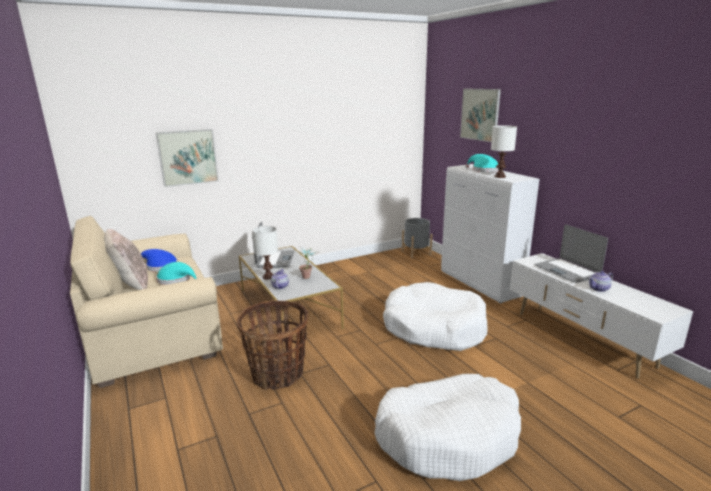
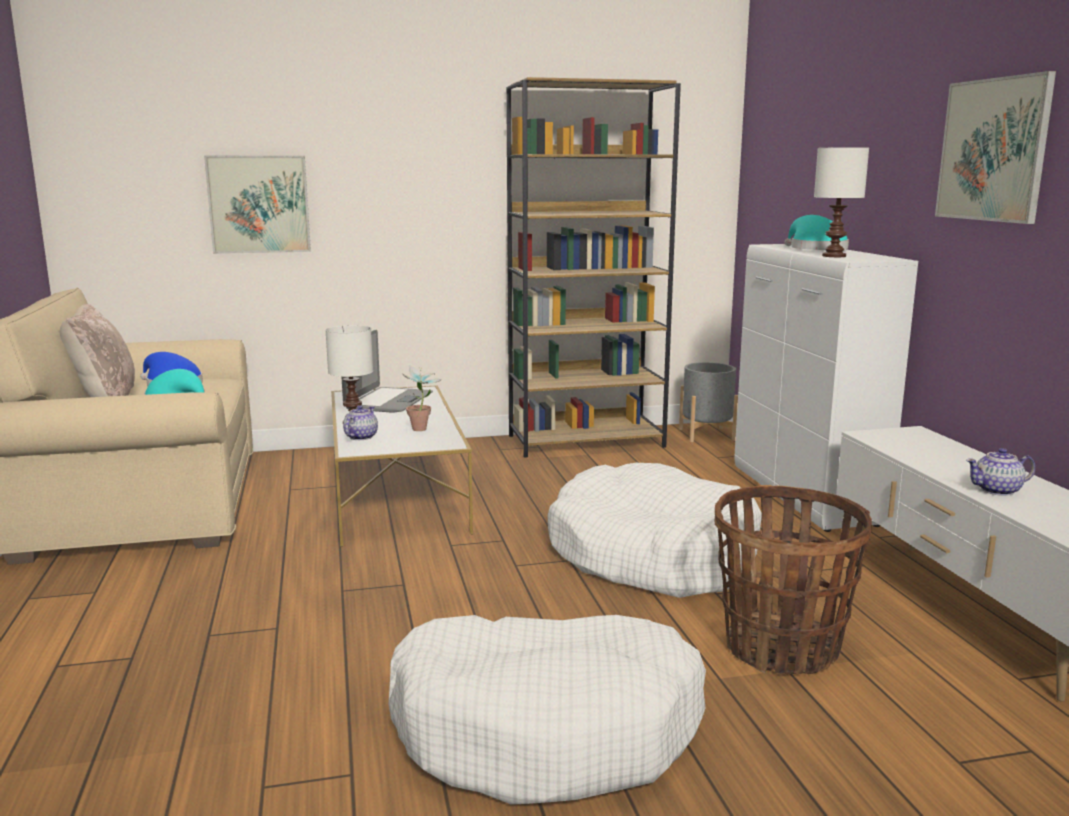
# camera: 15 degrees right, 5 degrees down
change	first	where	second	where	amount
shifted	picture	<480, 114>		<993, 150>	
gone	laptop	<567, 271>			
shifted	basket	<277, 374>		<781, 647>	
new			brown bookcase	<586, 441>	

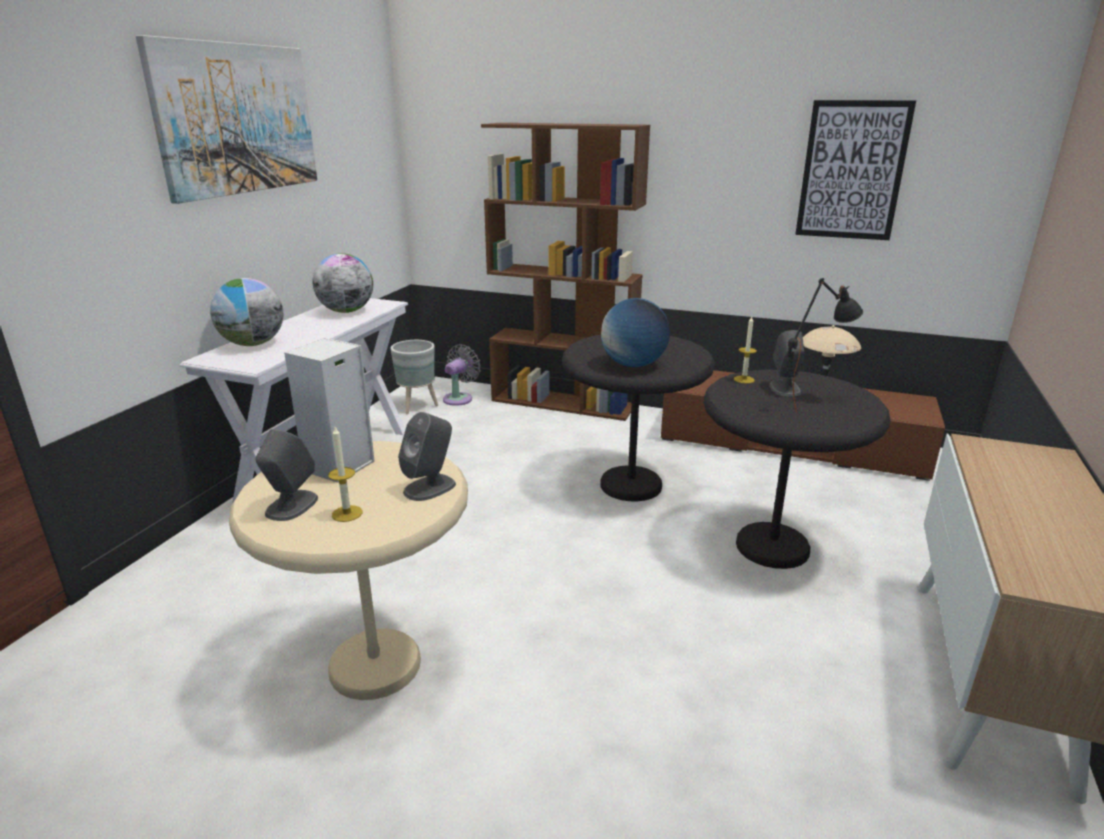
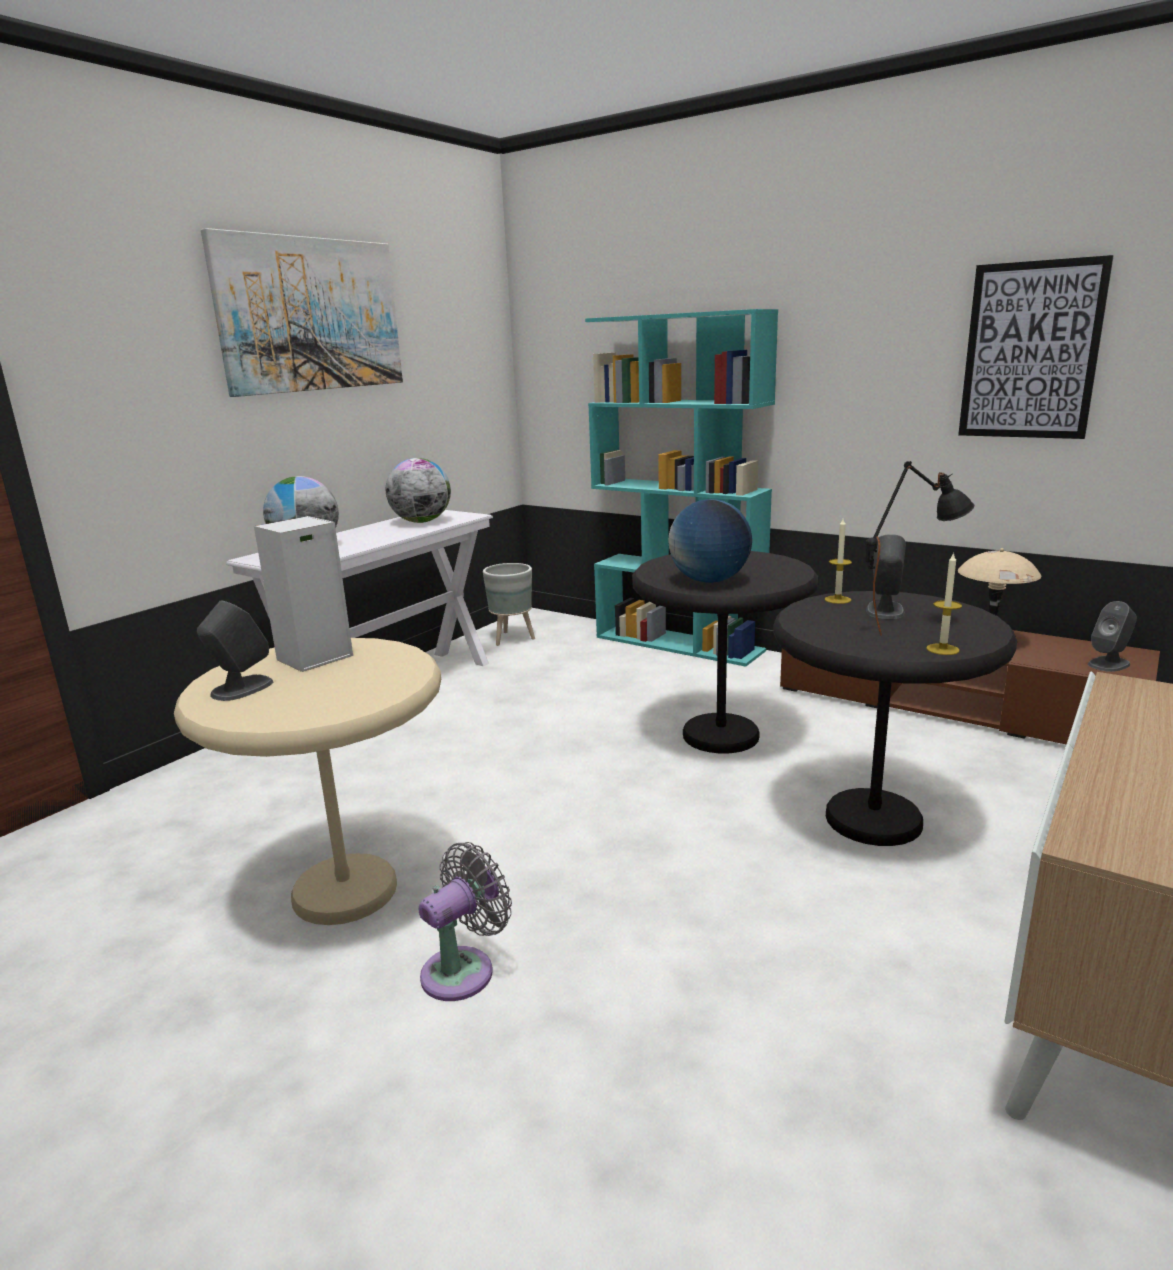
# camera: 15 degrees right, 5 degrees down
change	first	where	second	where	amount
repainted	brown bookcase	<564, 403>	turquoise bookcase	<680, 644>	
shifted	grey fan	<459, 398>		<464, 970>	
shifted	grey speaker	<430, 487>		<1109, 664>	
shifted	candle	<347, 513>		<942, 649>	

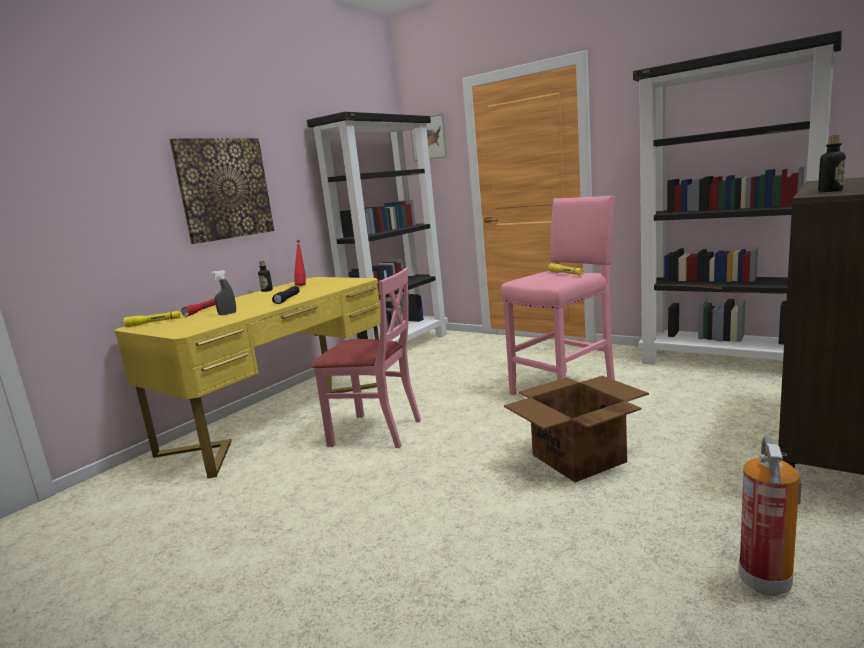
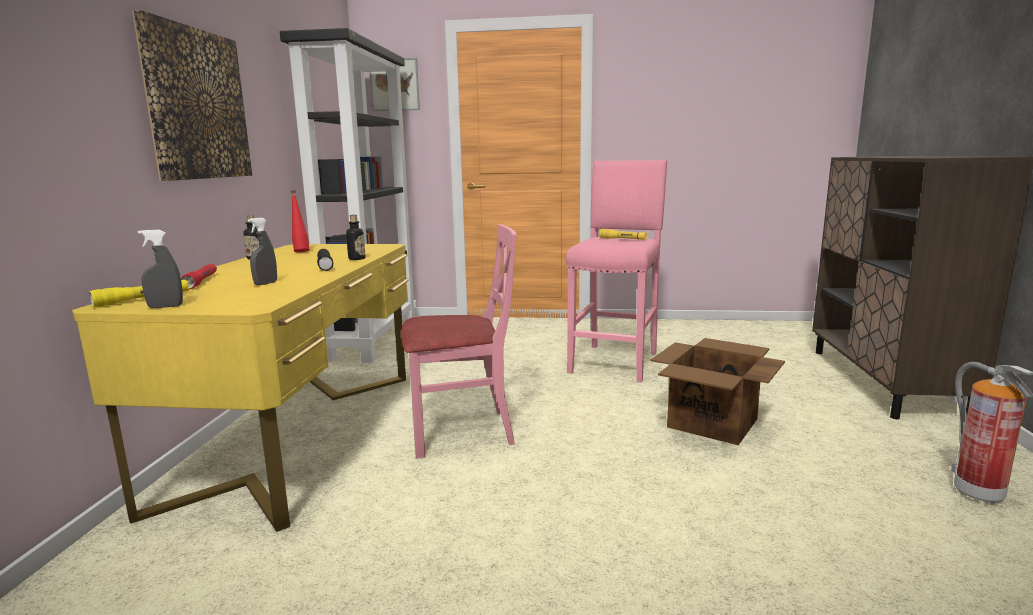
# camera: 30 degrees left, 0 degrees up
change	first	where	second	where	amount
gone	black bookcase	<725, 363>			
shifted	bottle	<830, 191>		<357, 259>	
new			grey spray bottle	<165, 306>	

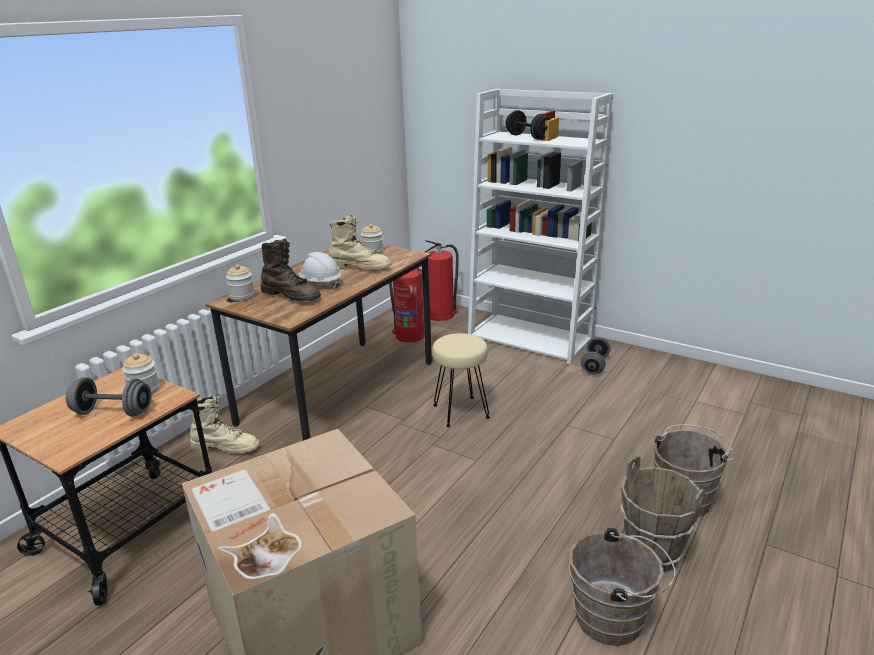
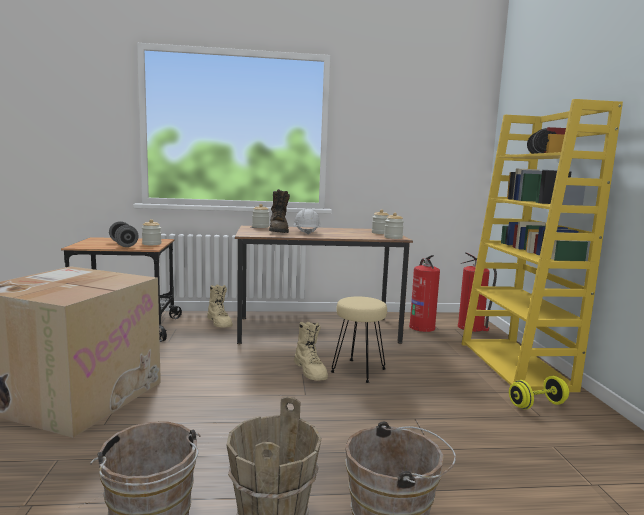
# camera: 50 degrees right, 15 degrees down
change	first	where	second	where	amount
repainted	white bookcase	<531, 338>	yellow bookcase	<516, 366>	
shifted	beige boot	<360, 267>		<311, 371>	
repainted	grey dumbbell	<594, 365>	yellow dumbbell	<537, 405>	
new			jar	<393, 237>	

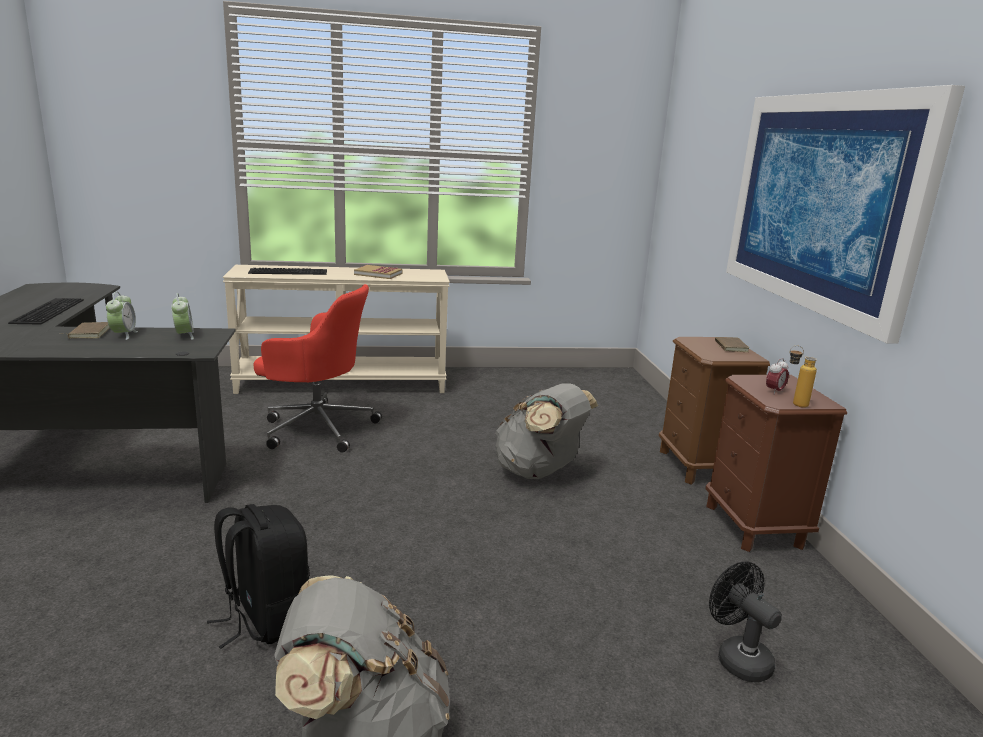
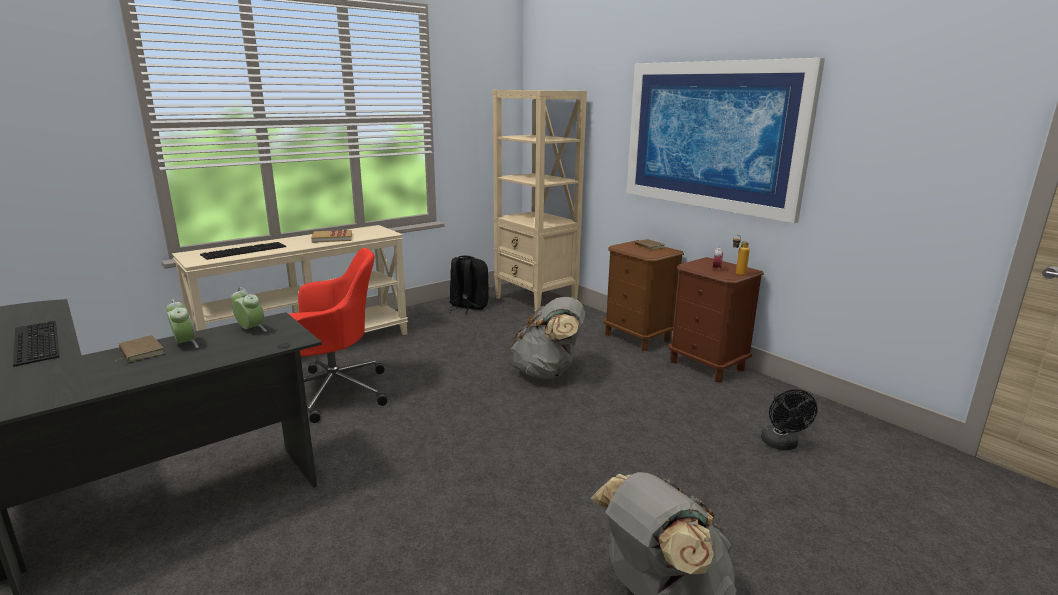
# camera: 30 degrees left, 0 degrees up
change	first	where	second	where	amount
shifted	black backpack	<265, 619>		<468, 307>	
rotated	black fan	<737, 657>		<781, 445>	120 degrees counterclockwise
new			beige bookcase	<536, 301>	

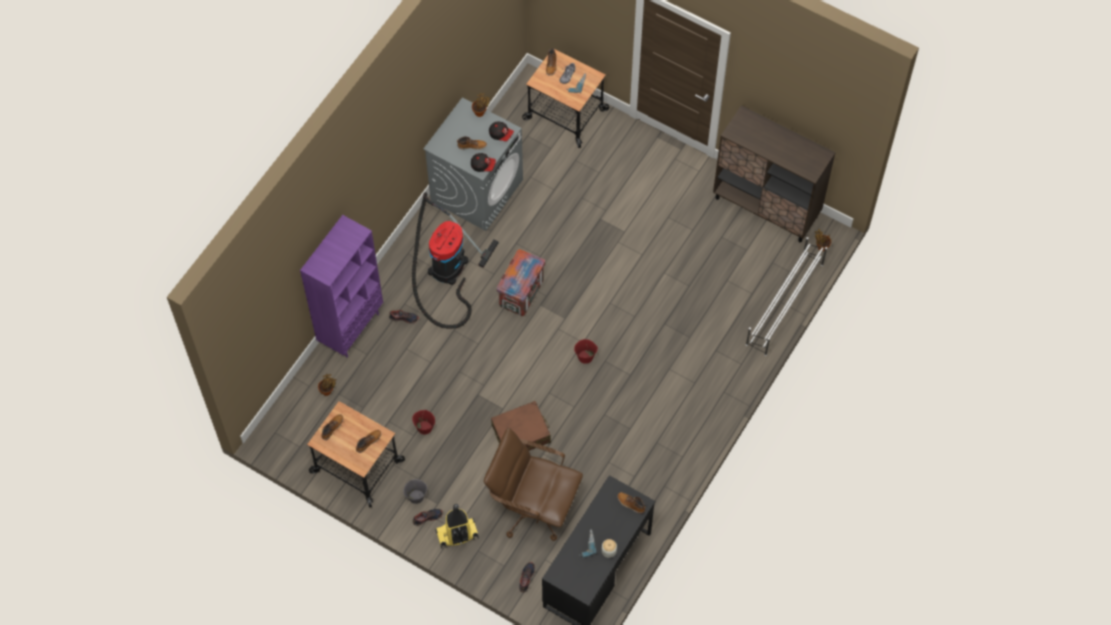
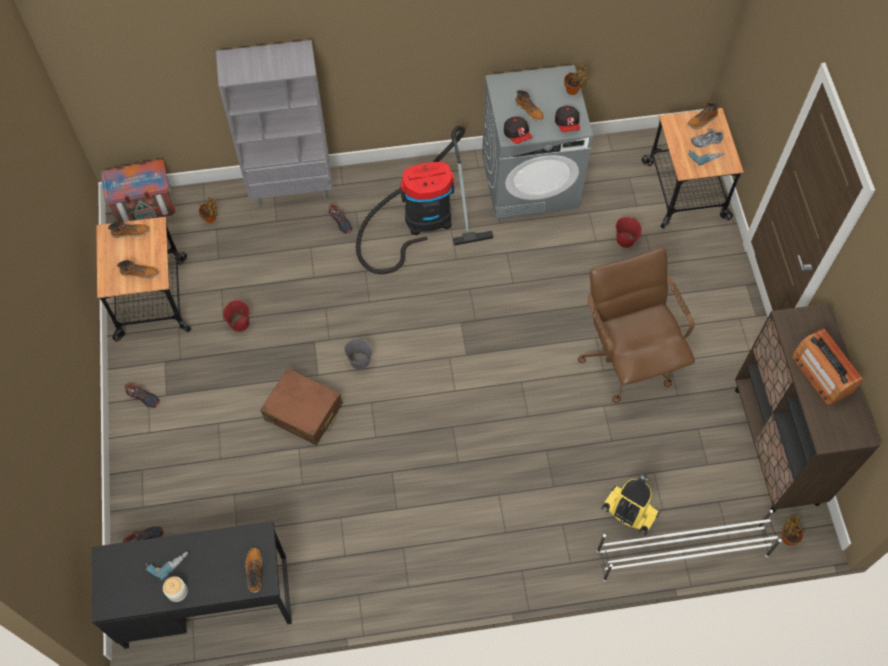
# camera: 50 degrees right, 0 degrees up
change	first	where	second	where	amount
repainted	purple bookcase	<351, 328>	grey bookcase	<292, 189>	
shifted	crate	<521, 293>		<146, 207>	
shifted	red bucket	<585, 357>		<625, 240>	
shifted	brown office chair	<533, 507>		<627, 359>	
shifted	grey bucket	<416, 496>		<359, 361>	
shifted	vacuum cleaner	<457, 535>		<628, 512>	
new			radio	<821, 374>	

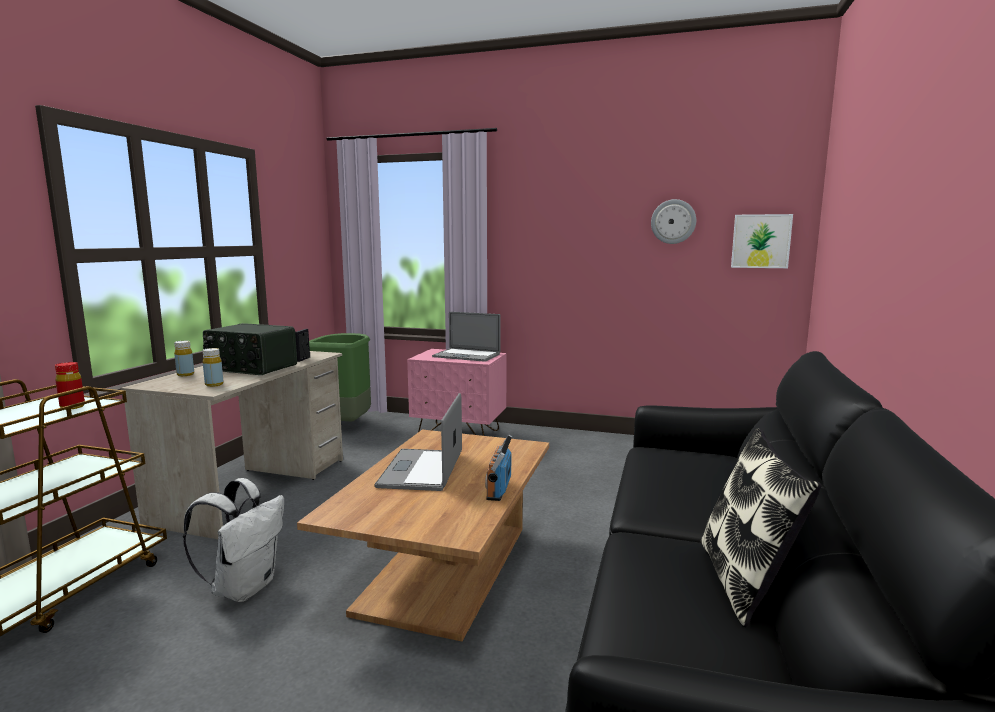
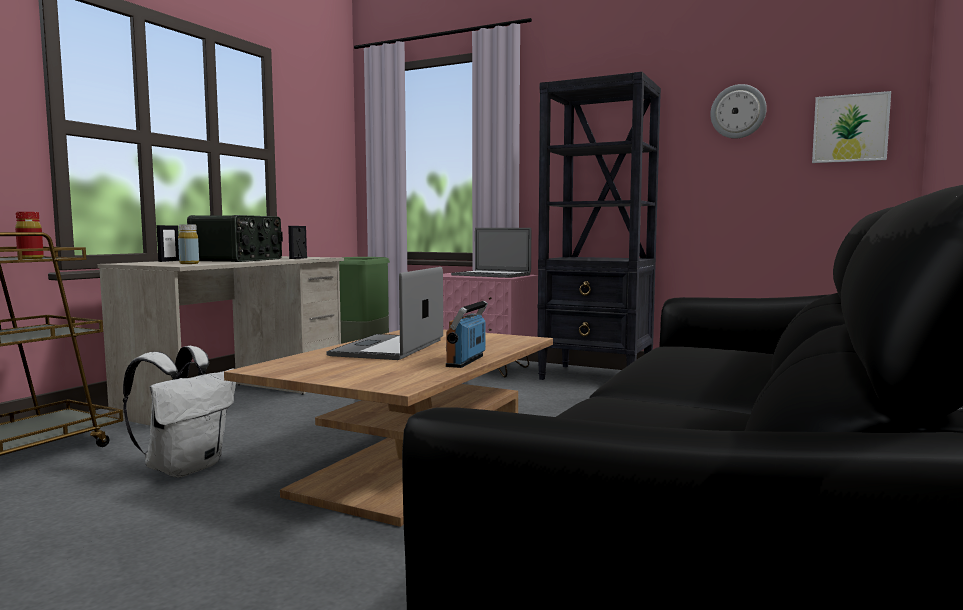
# camera: 10 degrees right, 5 degrees down
change	first	where	second	where	amount
rotated	radio	<251, 368>		<239, 260>	105 degrees counterclockwise
swapped	yellow bottle	<185, 374>	picture frame	<169, 261>	
gone	pillow	<745, 581>			
new			black bookcase	<596, 377>	

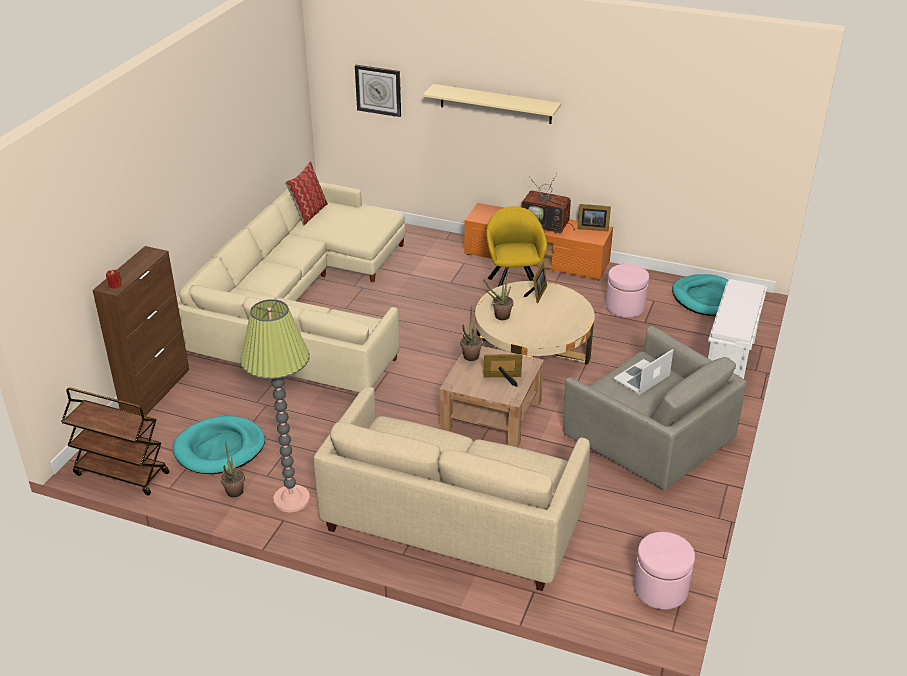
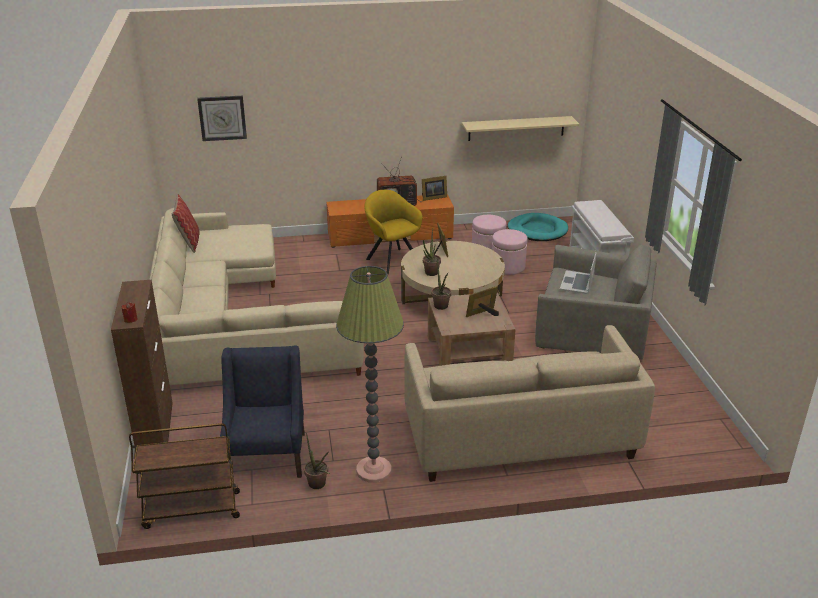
# camera: 30 degrees left, 5 degrees down
change	first	where	second	where	amount
shifted	beige shelf	<495, 104>		<516, 128>	
swapped	turquoise dog bed	<220, 448>	blue armchair	<267, 455>	
shifted	pink ottoman	<660, 589>		<508, 267>	

